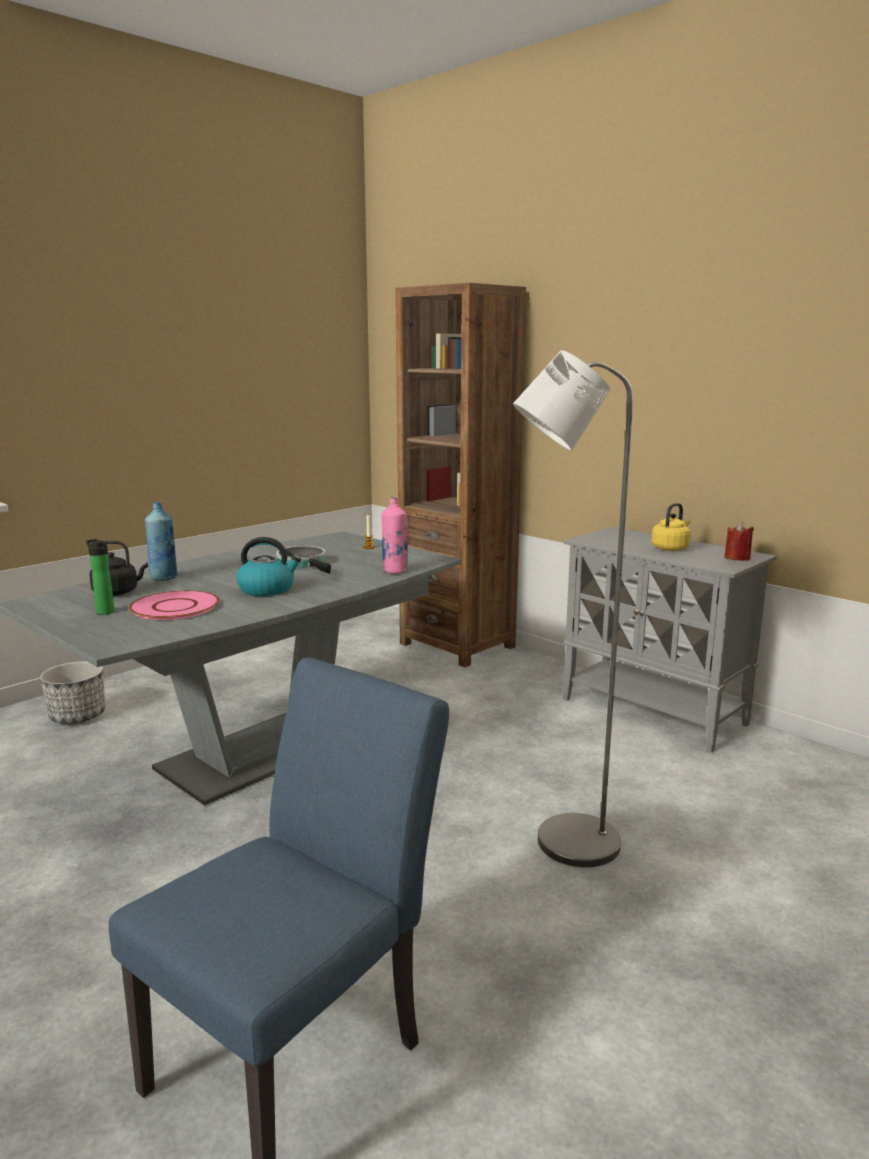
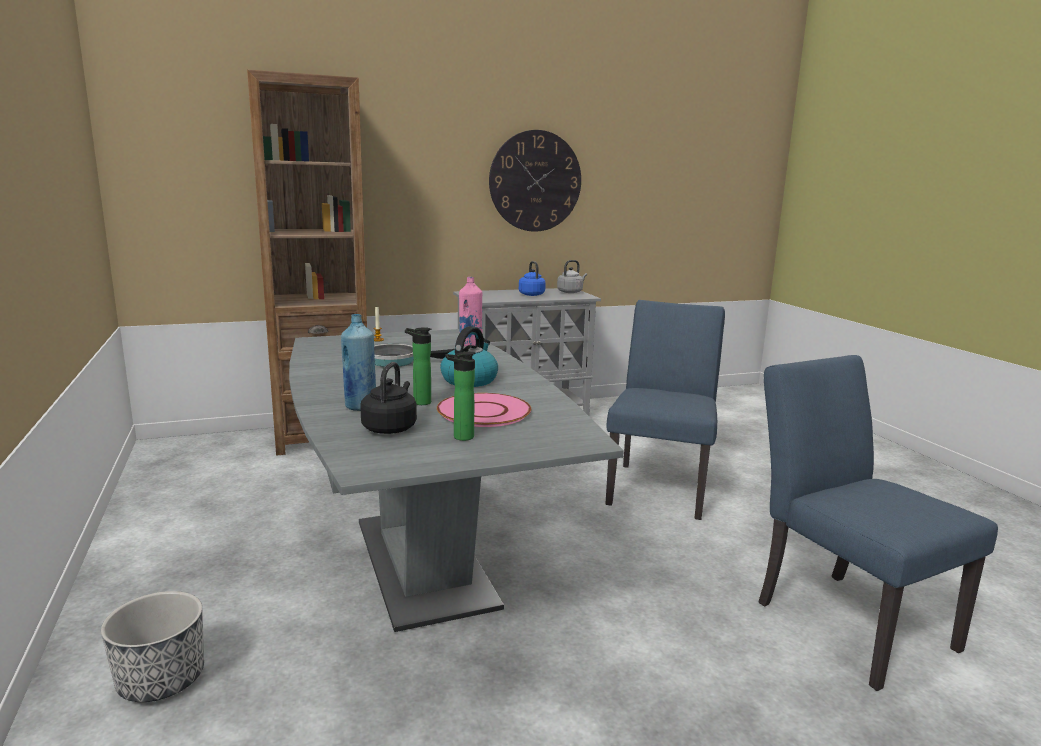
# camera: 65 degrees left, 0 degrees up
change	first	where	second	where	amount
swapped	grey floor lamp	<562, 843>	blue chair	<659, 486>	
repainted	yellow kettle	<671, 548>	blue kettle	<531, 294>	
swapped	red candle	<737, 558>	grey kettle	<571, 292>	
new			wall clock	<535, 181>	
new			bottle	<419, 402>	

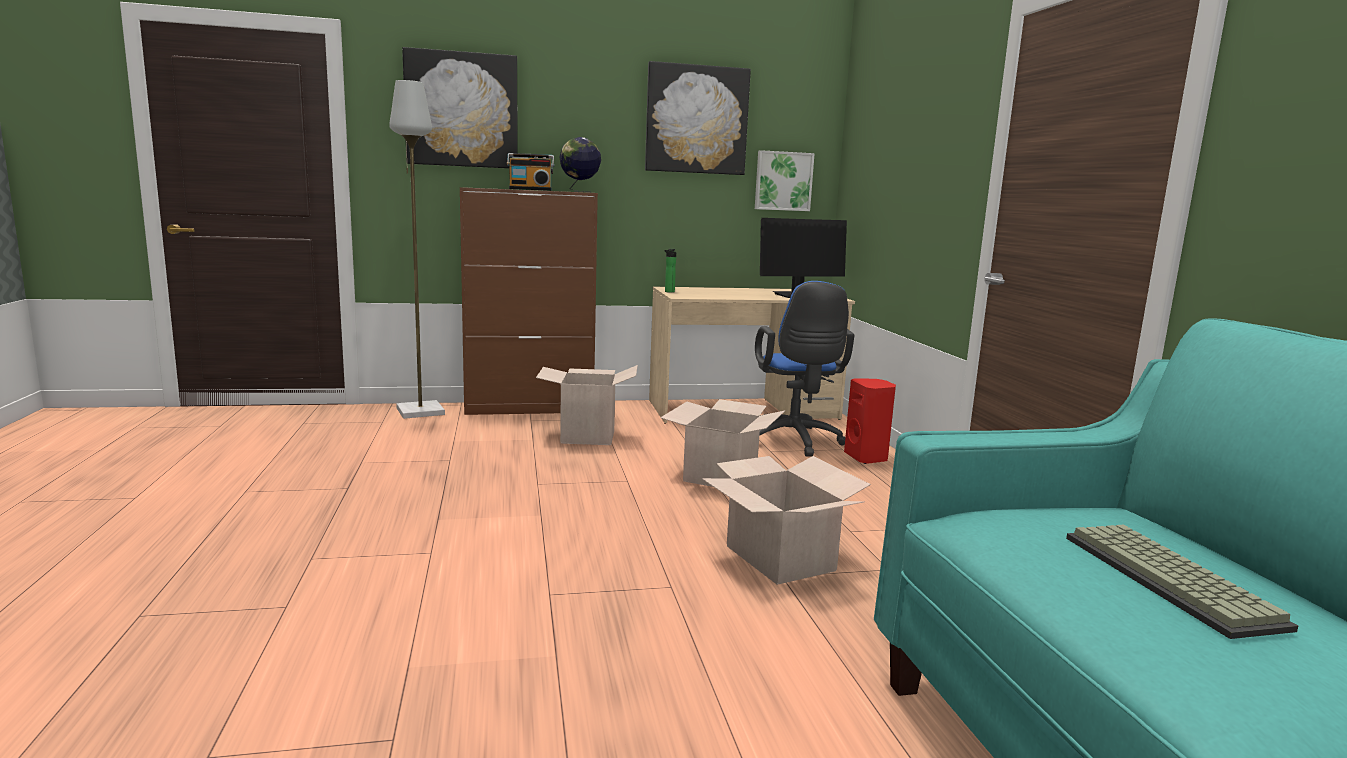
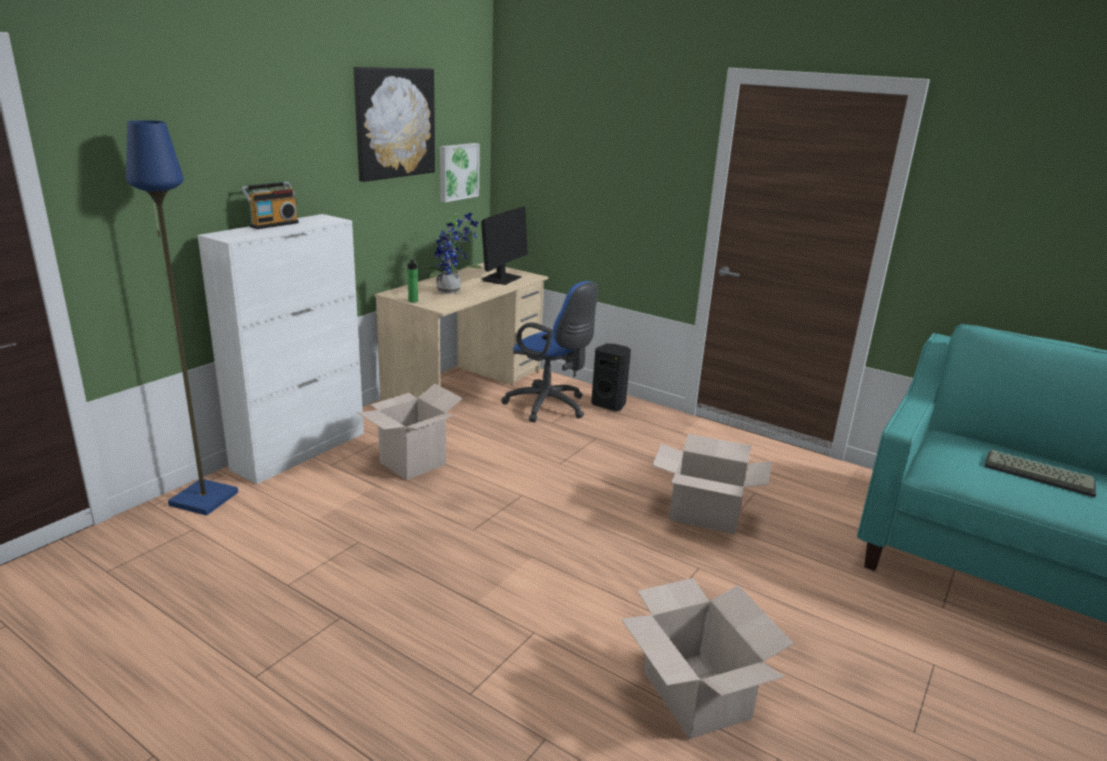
# camera: 45 degrees left, 10 degrees up
change	first	where	second	where	amount
gone	picture	<462, 110>			
repainted	grey floor lamp	<420, 412>	blue floor lamp	<204, 499>	
gone	globe	<580, 191>			
repainted	brown cabinet	<530, 408>	white cabinet	<301, 450>	
repainted	red speaker	<867, 458>	black speaker	<609, 404>	
shifted	cardboard box	<721, 475>		<697, 695>	
new			potted plant	<451, 291>	

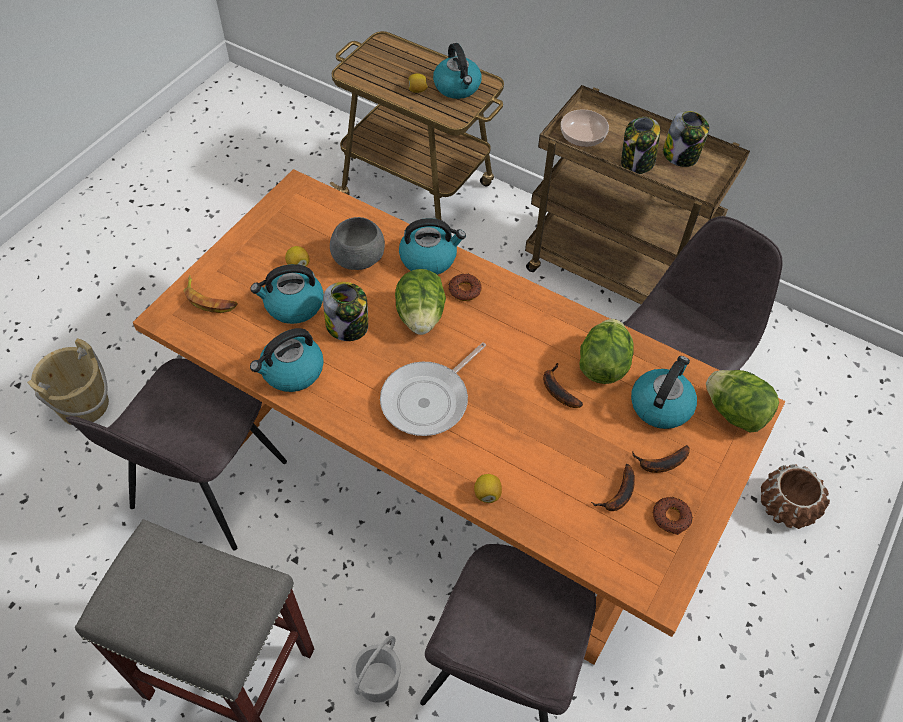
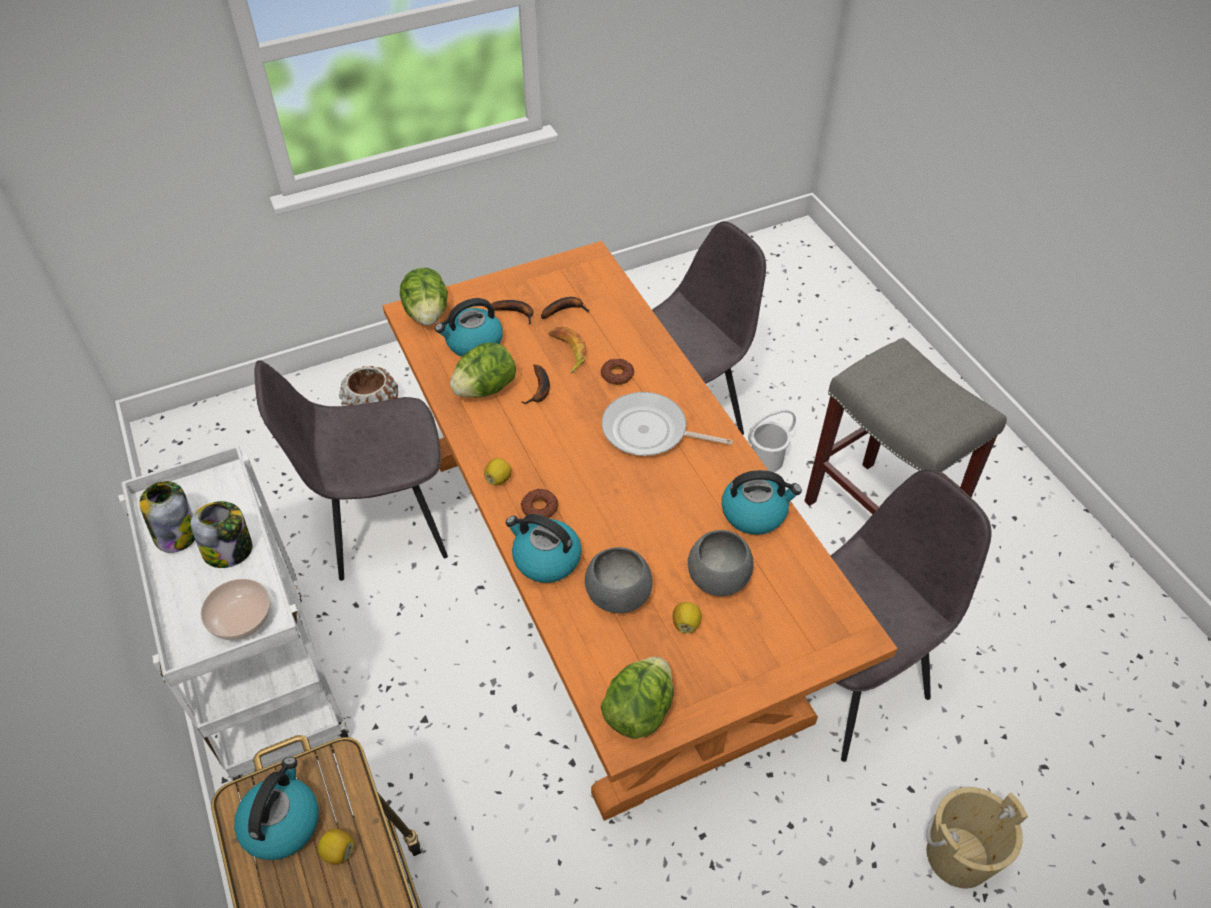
# camera: 145 degrees left, 5 degrees down
change	first	where	second	where	amount
repainted	brown cart	<613, 273>	white cart	<265, 678>	
swapped	kettle	<293, 305>	grey bowl	<717, 579>	
shifted	lettuce	<420, 316>		<638, 711>	
shifted	banana	<209, 299>		<567, 352>	
gone	jar	<348, 326>			
rotated	frying pan	<429, 400>		<649, 432>	150 degrees counterclockwise
shifted	lemon	<487, 494>		<499, 479>	
shifted	donut	<671, 517>		<617, 375>	

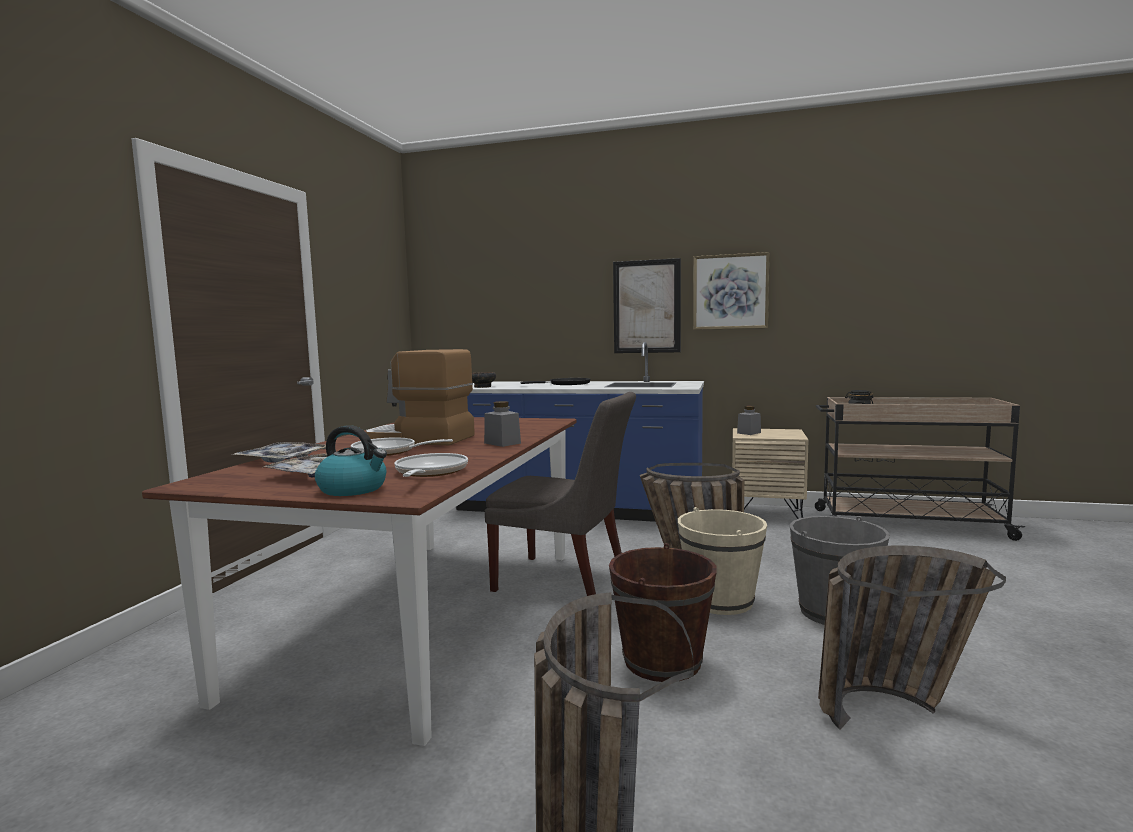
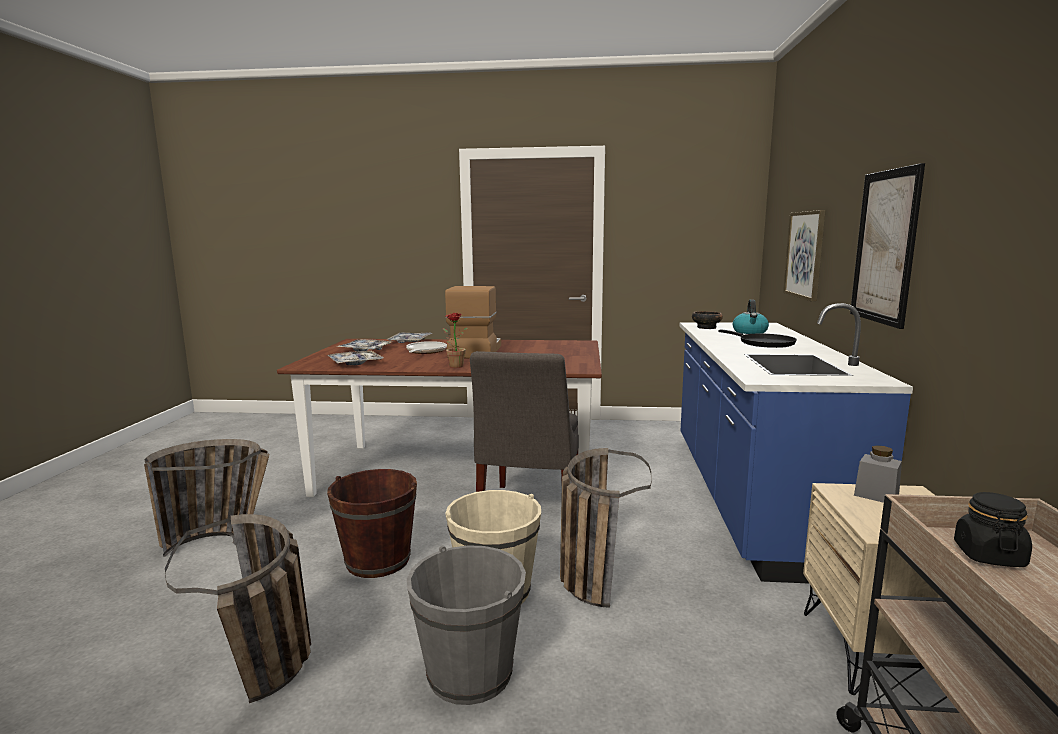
# camera: 80 degrees right, 5 degrees up
change	first	where	second	where	amount
shifted	picture	<730, 292>		<805, 254>	
swapped	grey jar	<502, 443>	potted plant	<454, 366>	
shifted	kettle	<354, 489>		<750, 332>	
swapped	frying pan	<429, 472>	tray	<355, 363>	

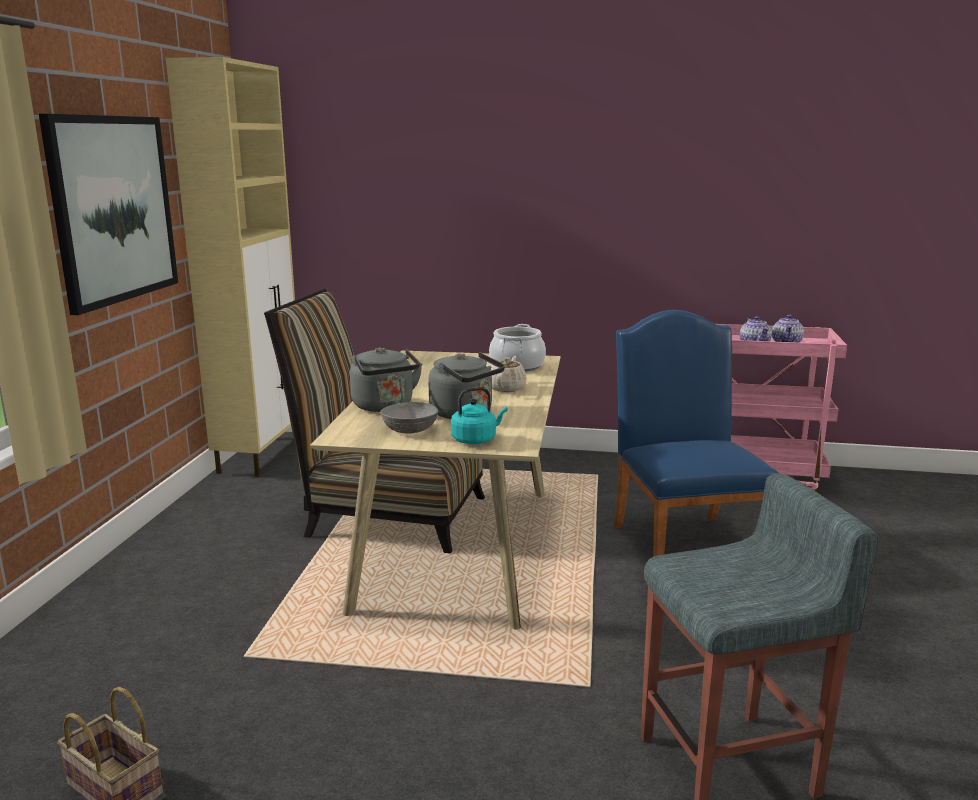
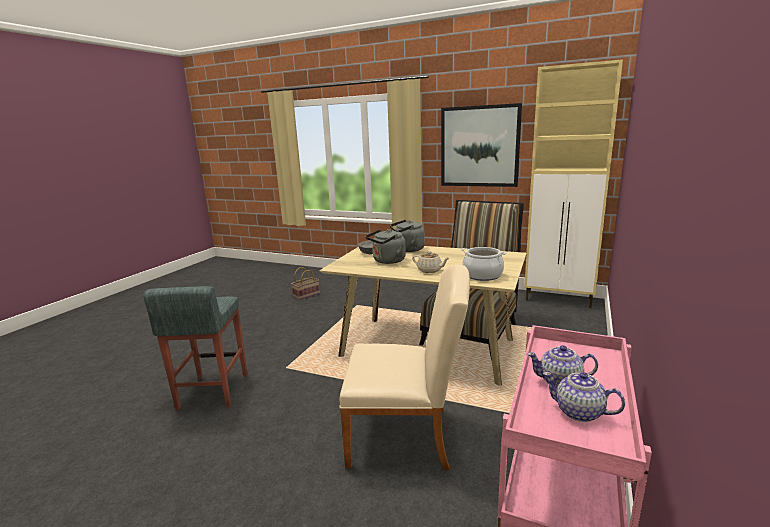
# camera: 105 degrees right, 0 degrees up
change	first	where	second	where	amount
repainted	blue chair	<682, 542>	beige chair	<408, 436>	
gone	turquoise kettle	<476, 440>			

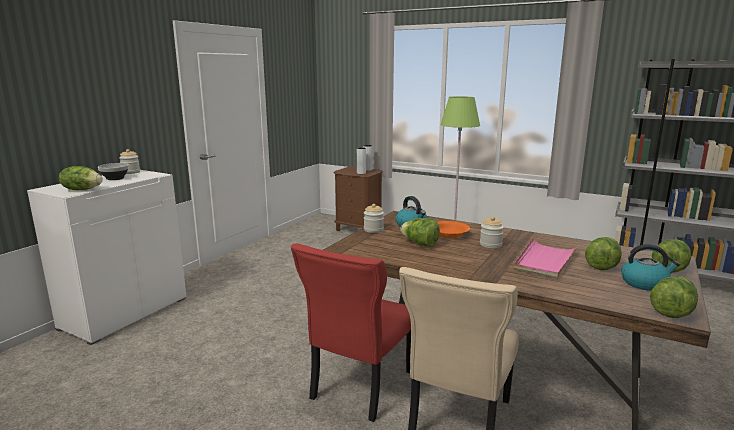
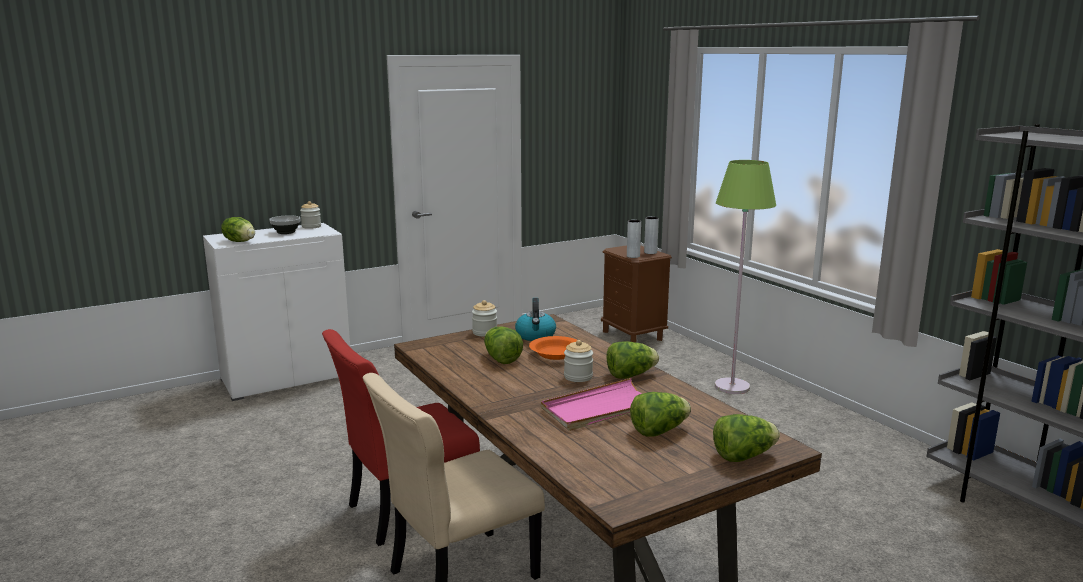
# camera: 30 degrees right, 0 degrees up
change	first	where	second	where	amount
gone	kettle	<644, 283>			
shifted	lettuce	<672, 311>		<630, 375>	

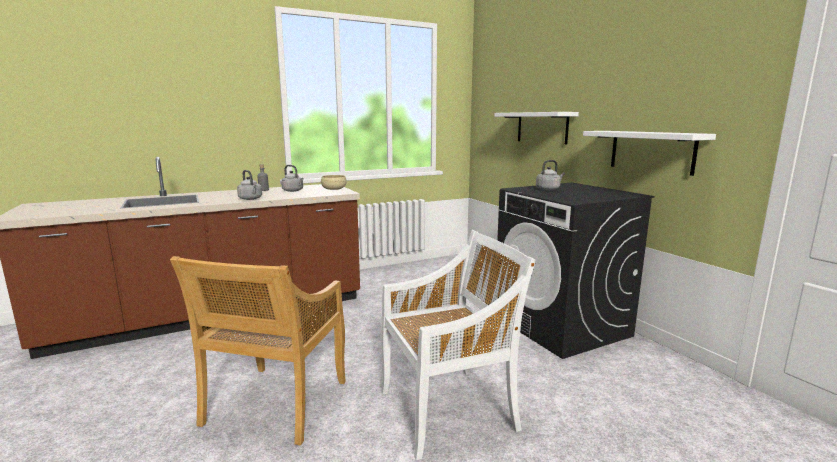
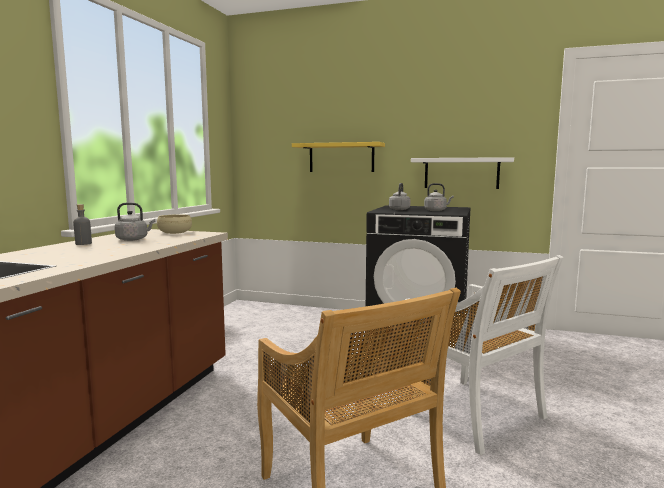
# camera: 45 degrees left, 5 degrees down
change	first	where	second	where	amount
repainted	white shelf	<542, 127>	yellow shelf	<341, 157>	
shifted	grey kettle	<251, 199>		<436, 210>	
rotated	white chair	<449, 409>		<473, 414>	120 degrees clockwise

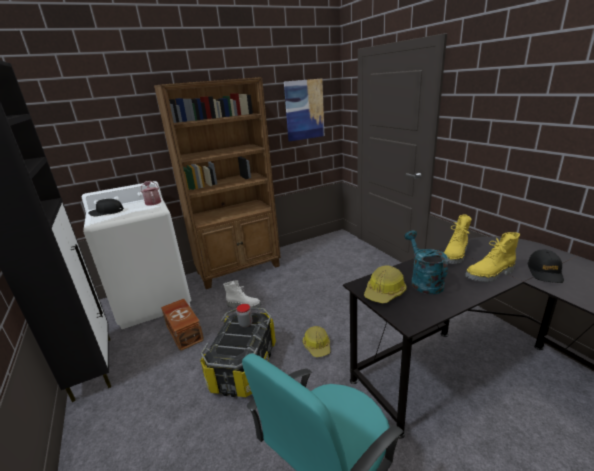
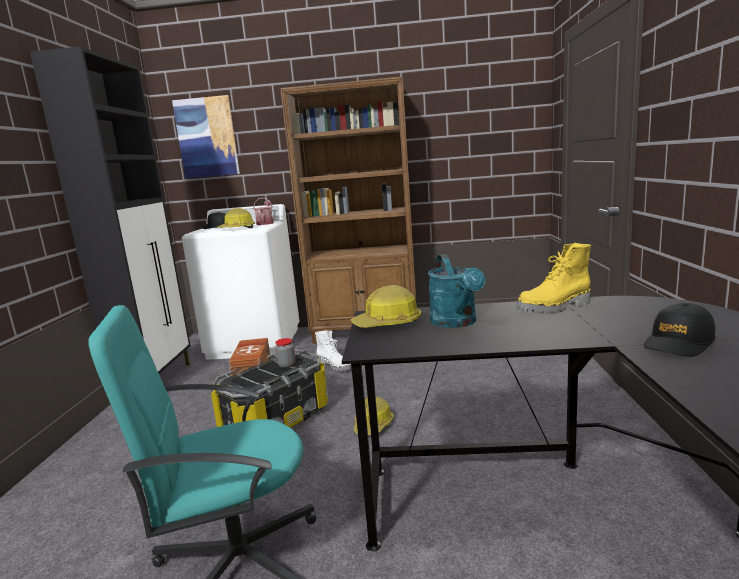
# camera: 30 degrees right, 10 degrees down
change	first	where	second	where	amount
shifted	picture	<304, 110>		<207, 137>	
rotated	turquoise watering can	<423, 281>		<456, 323>	150 degrees clockwise
gone	yellow boot	<490, 275>			
new			hard hat	<237, 229>	

